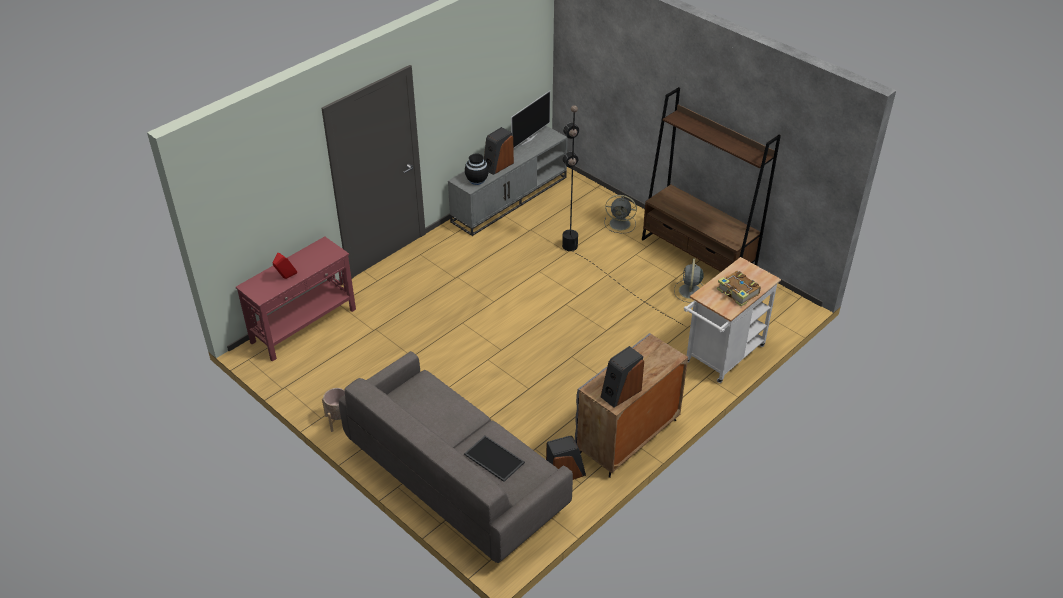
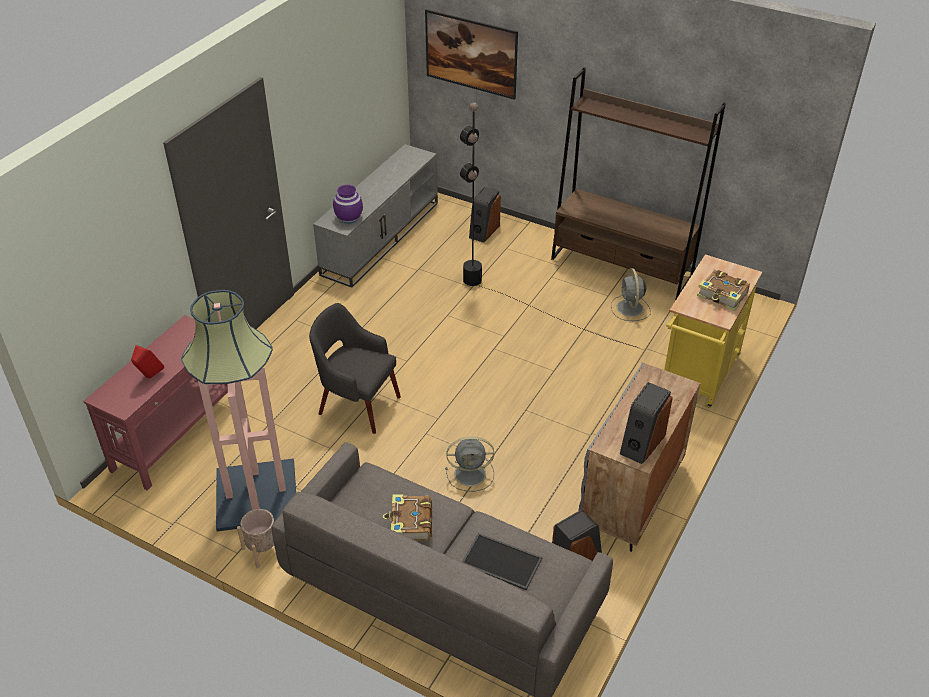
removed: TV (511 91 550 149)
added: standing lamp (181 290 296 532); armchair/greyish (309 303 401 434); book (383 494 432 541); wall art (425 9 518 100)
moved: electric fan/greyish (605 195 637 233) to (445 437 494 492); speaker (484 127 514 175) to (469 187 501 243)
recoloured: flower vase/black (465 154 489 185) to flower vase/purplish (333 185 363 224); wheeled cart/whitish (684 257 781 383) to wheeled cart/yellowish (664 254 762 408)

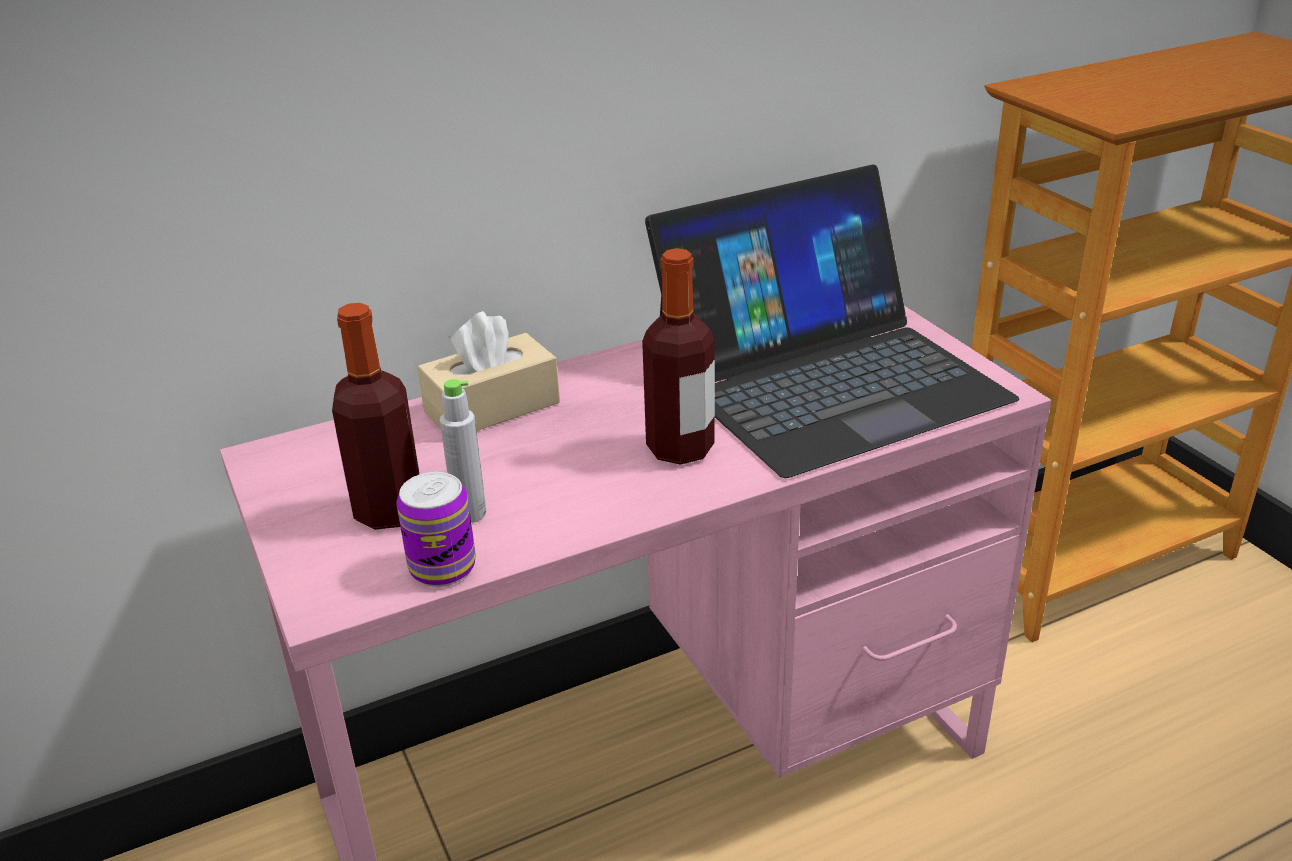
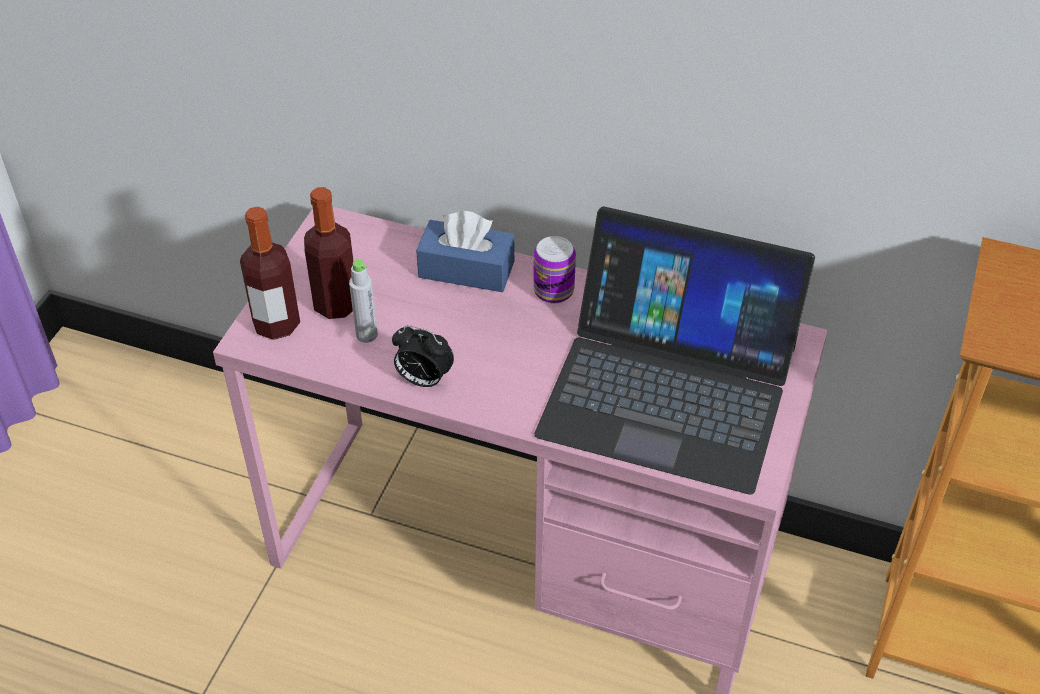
added: table clock (392 325 454 388)
moved: beverage bottle (642 248 715 465) to (240 207 300 340); can (396 472 475 587) to (533 236 576 304)
recoloured: box of tissues/sand-coloured (417 311 560 431) to box of tissues/blue-coloured (416 211 515 292)

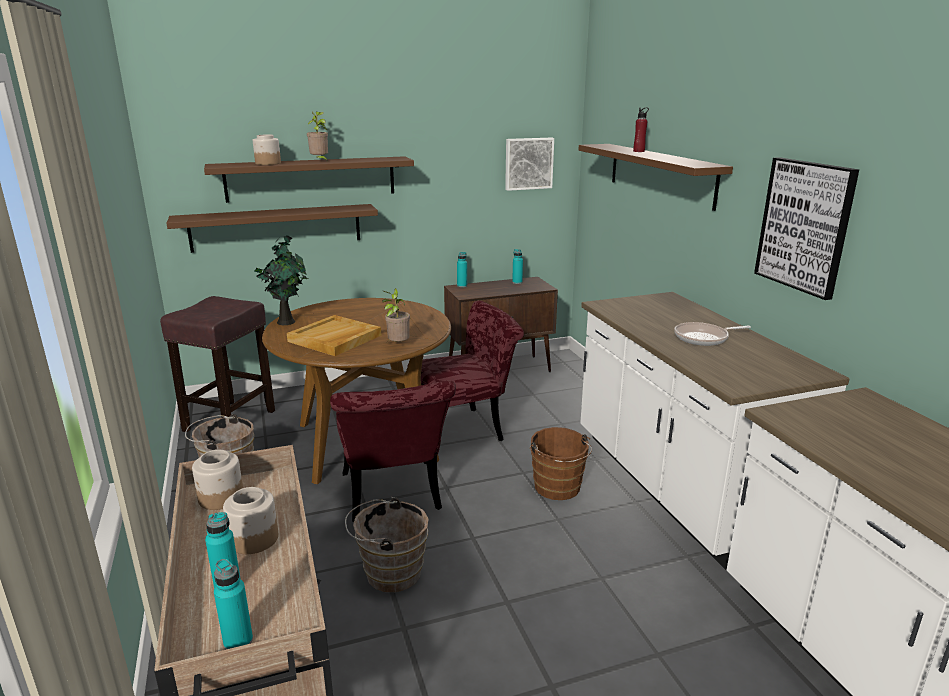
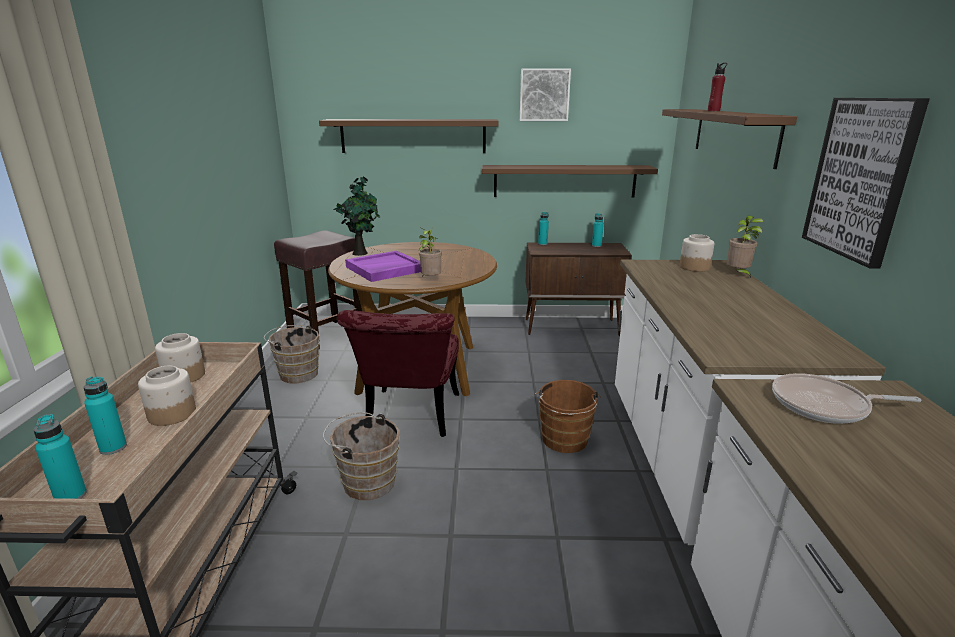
removed: chair/reddish (407 300 524 441)
moved: bracket shelf/brownish (166 204 378 253) to (482 165 658 197); wall art (505 138 554 191) to (520 68 571 121); storage jar (253 135 281 165) to (680 234 714 272); plant in a pot (307 112 328 161) to (727 215 764 278); frying pan (674 322 751 346) to (772 373 922 424)
recoloured: carrying tray/sand-coloured (287 315 382 356) to carrying tray/purplish (345 251 421 282)

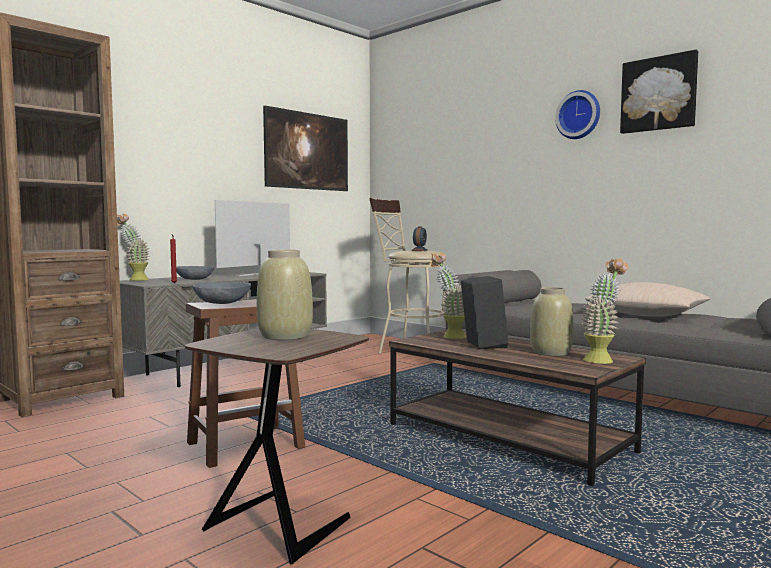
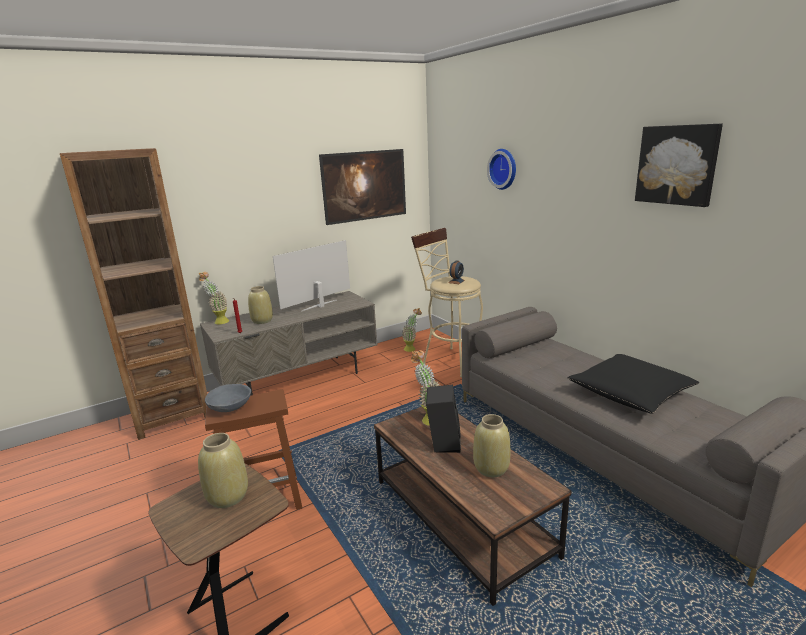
moved: plant in a pot (581 258 628 364) to (402 308 422 352); hanging clock (555 90 600 139) to (487 149 516 190)
replaced: serving bowl/greyish (176 266 214 280) to flower vase/sand-coloured (248 286 273 324)
recoloured: pillow/sand-coloured (585 282 711 317) to pillow/black (568 354 699 413)

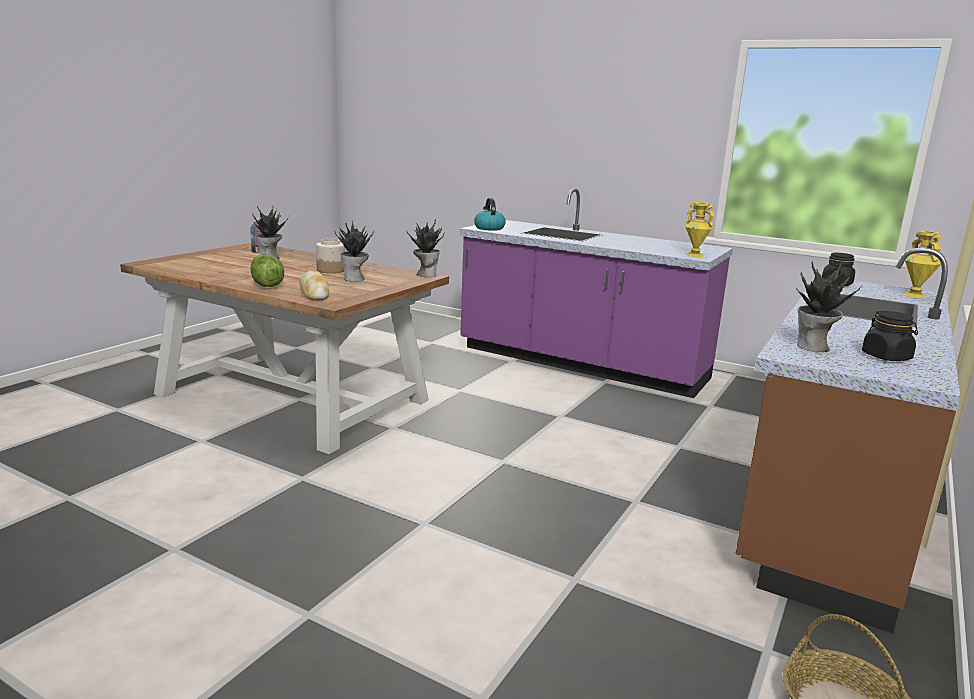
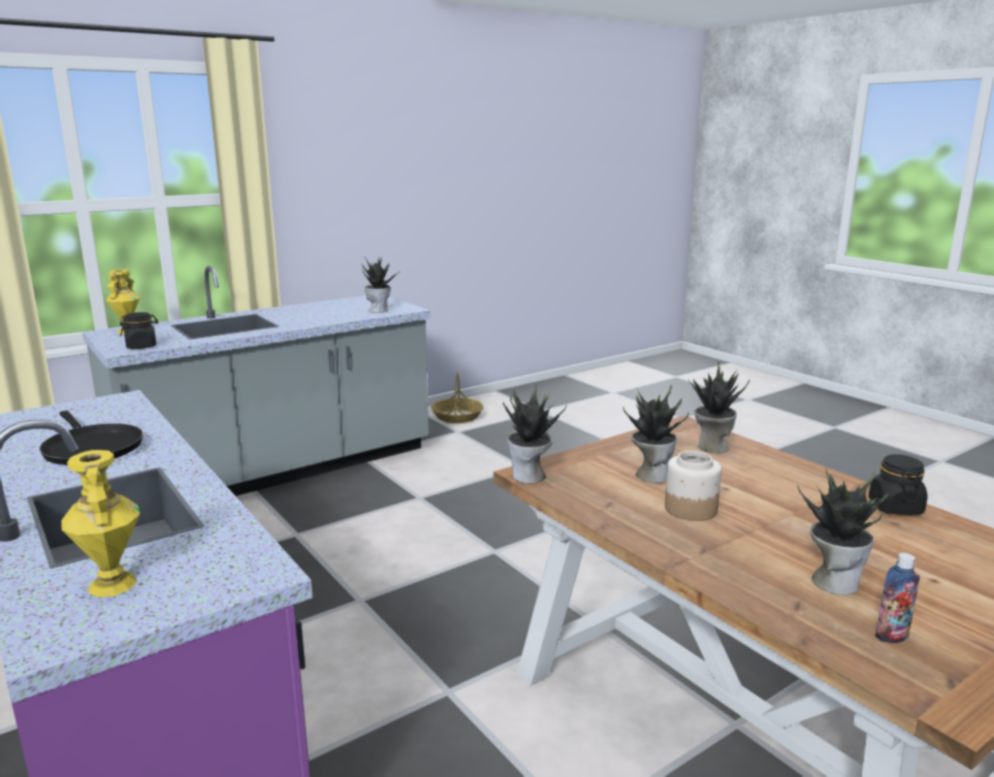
removed: lettuce (250 254 284 287); water kettle (474 198 506 231)
added: frying pan/black (39 411 143 465)
moved: flower vase/yellowish (685 202 714 257) to (61 450 140 597); storage jar/black (862 311 918 361) to (869 454 927 515)
replaced: baked bread (299 271 329 300) to plant in a pot (688 362 750 453)
recoloured: kitchen base unit/brownish (736 248 960 633) to kitchen base unit/greyish (82 266 430 496)

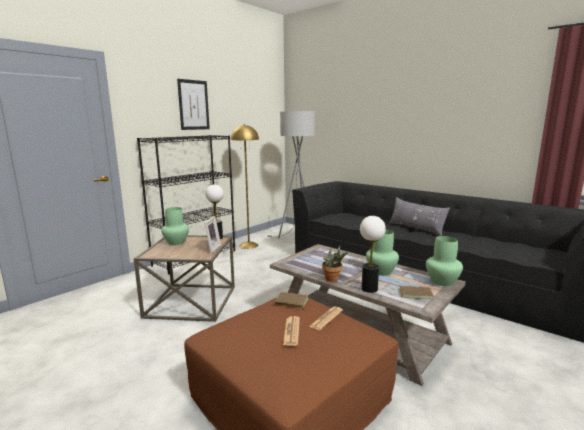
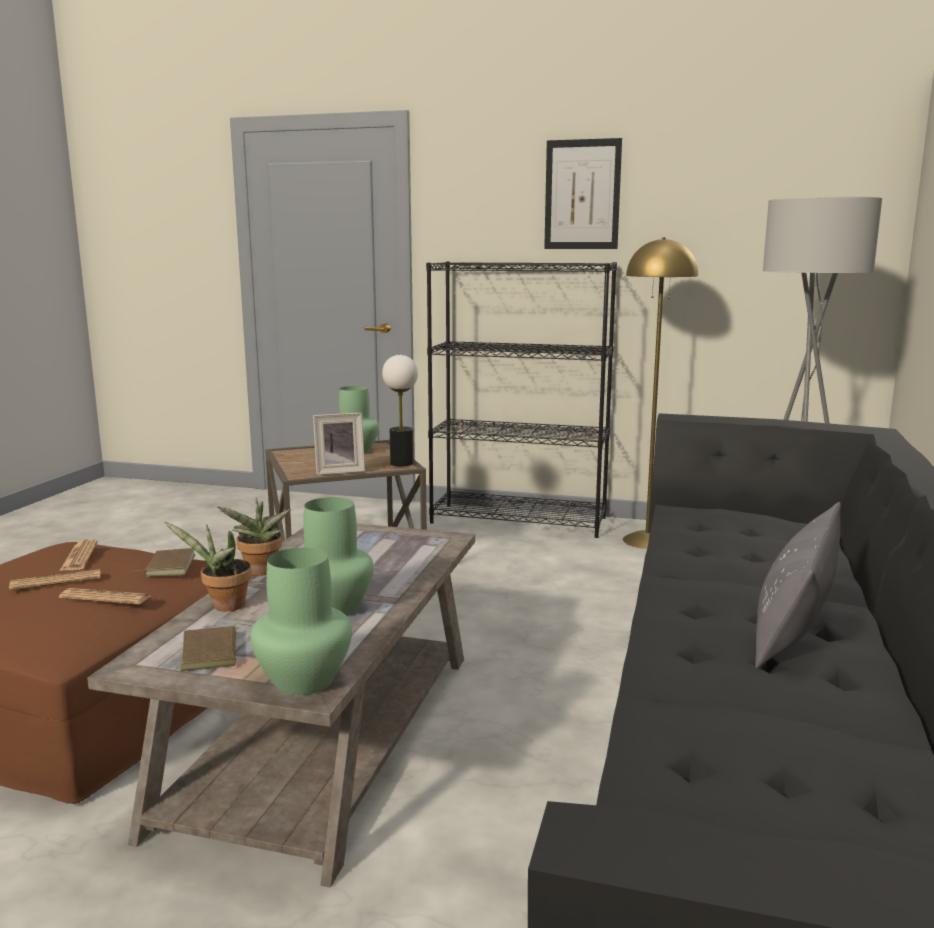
added: daily paper (60 539 98 571)
replaced: table lamp (360 216 386 293) to plant in a pot (164 521 252 612)

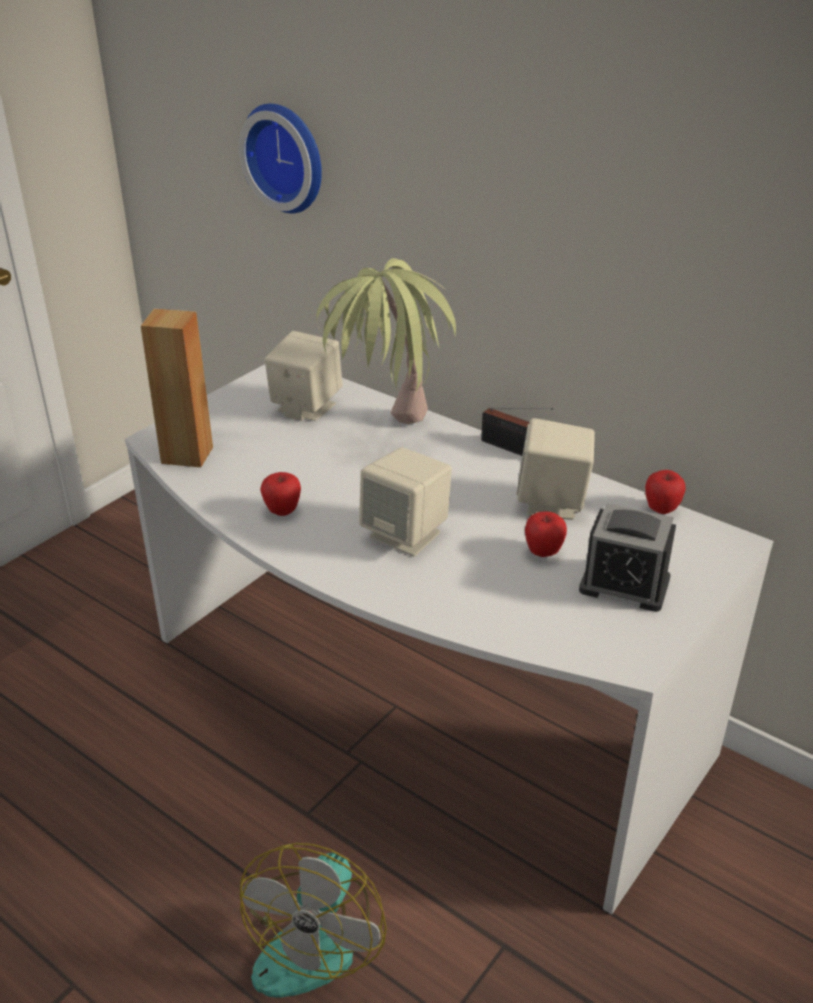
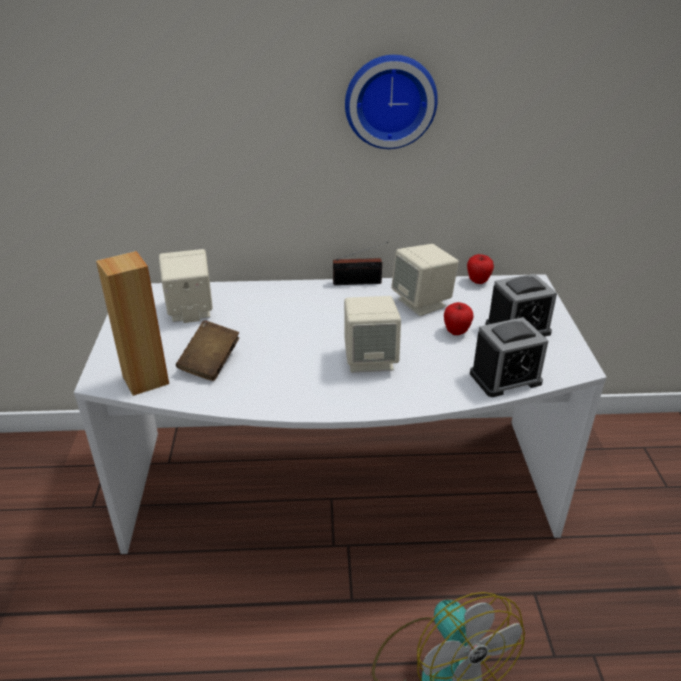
removed: apple fruit (260 472 301 516); plant in a pot (316 258 464 424)
added: book/brownish (176 320 239 381); table clock (470 317 548 397)
moved: hanging clock (239 104 322 213) to (345 55 438 149)

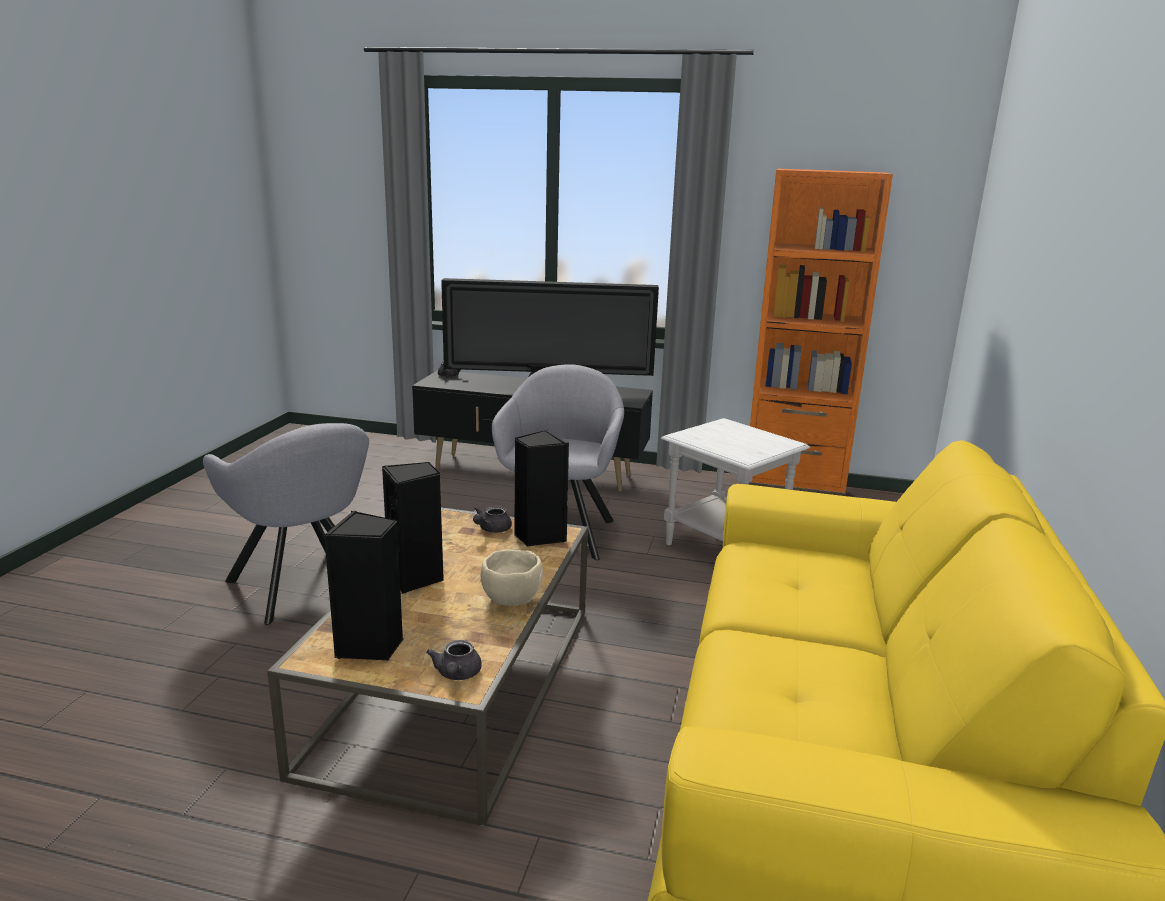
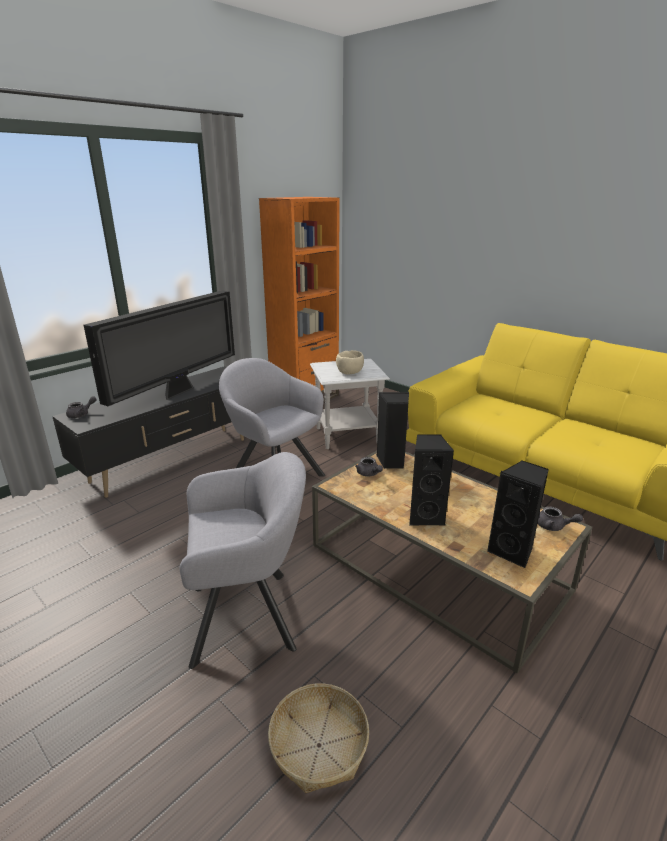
added: basket (268 683 369 793)
moved: serving bowl/sand-coloured (481 549 543 606) to (336 350 364 375)

